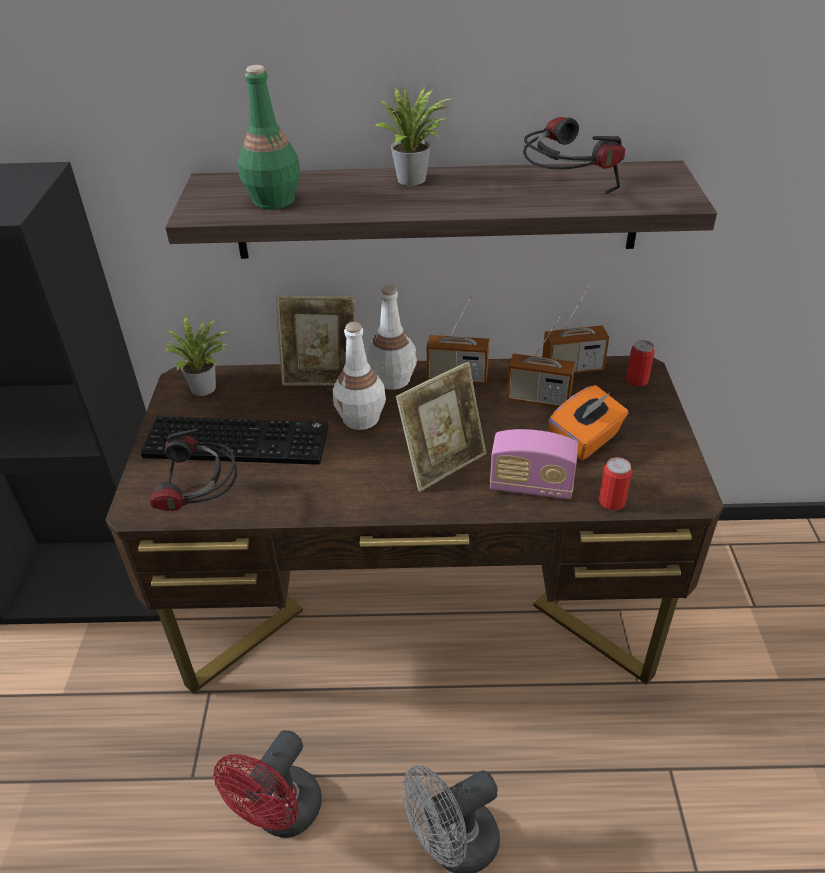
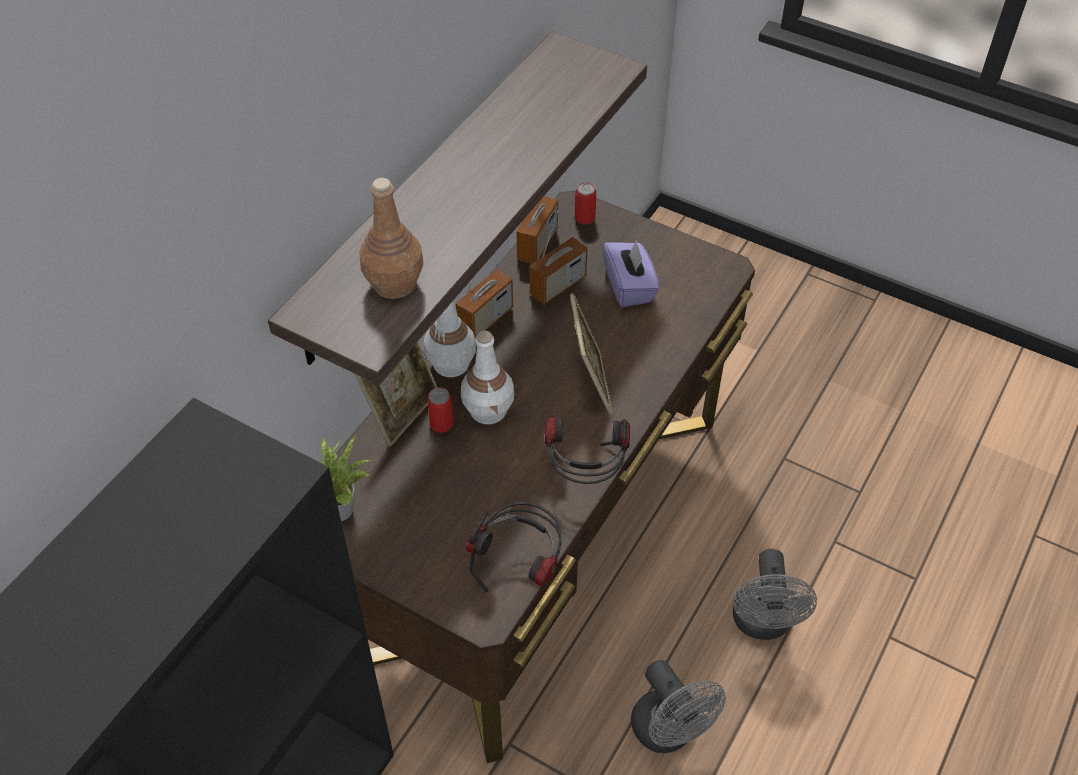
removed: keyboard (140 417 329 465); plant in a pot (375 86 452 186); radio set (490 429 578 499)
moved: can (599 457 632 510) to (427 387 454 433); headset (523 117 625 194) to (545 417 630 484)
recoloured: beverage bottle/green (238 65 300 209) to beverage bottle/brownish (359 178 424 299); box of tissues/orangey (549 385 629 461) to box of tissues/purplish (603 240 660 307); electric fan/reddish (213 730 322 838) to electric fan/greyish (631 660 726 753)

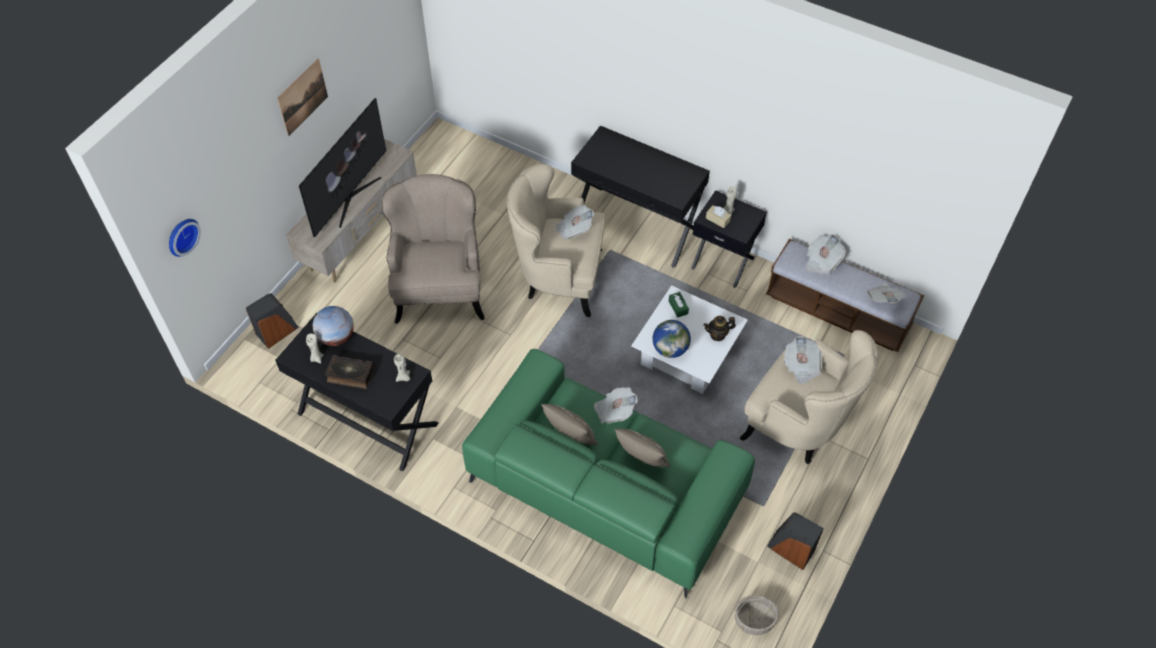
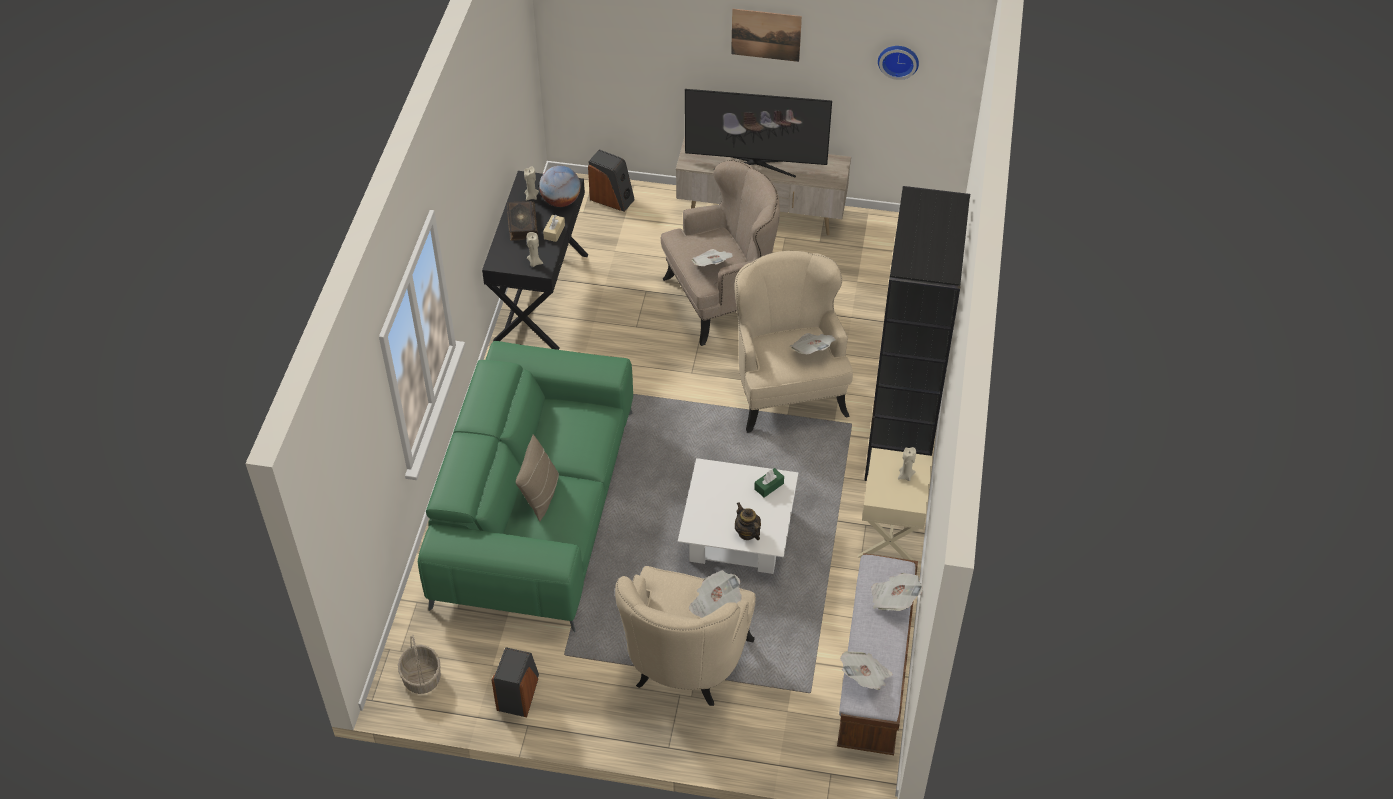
removed: pillow/sand-coloured (541 404 598 445); desk globe (653 320 691 358)
moved: box of tissues/sand-coloured (706 205 731 228) to (543 215 565 242); daily paper (594 387 638 424) to (692 249 733 266); hanging clock (169 219 201 257) to (878 46 919 80)
replaced: console table/black (571 126 710 268) to bookcase/black (864 186 970 481)
recoloured: night table/black (691 190 767 288) to night table/sand-coloured (858 448 933 561)

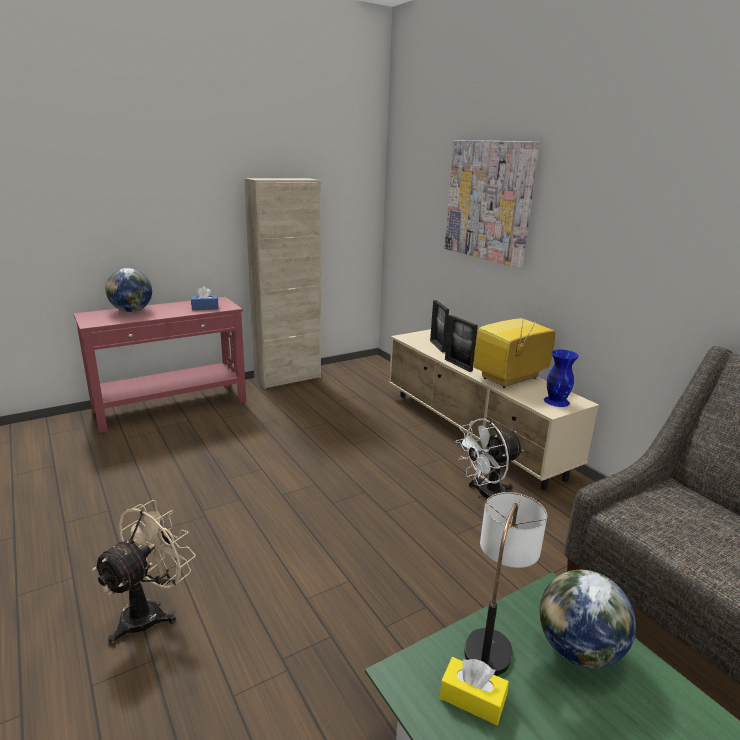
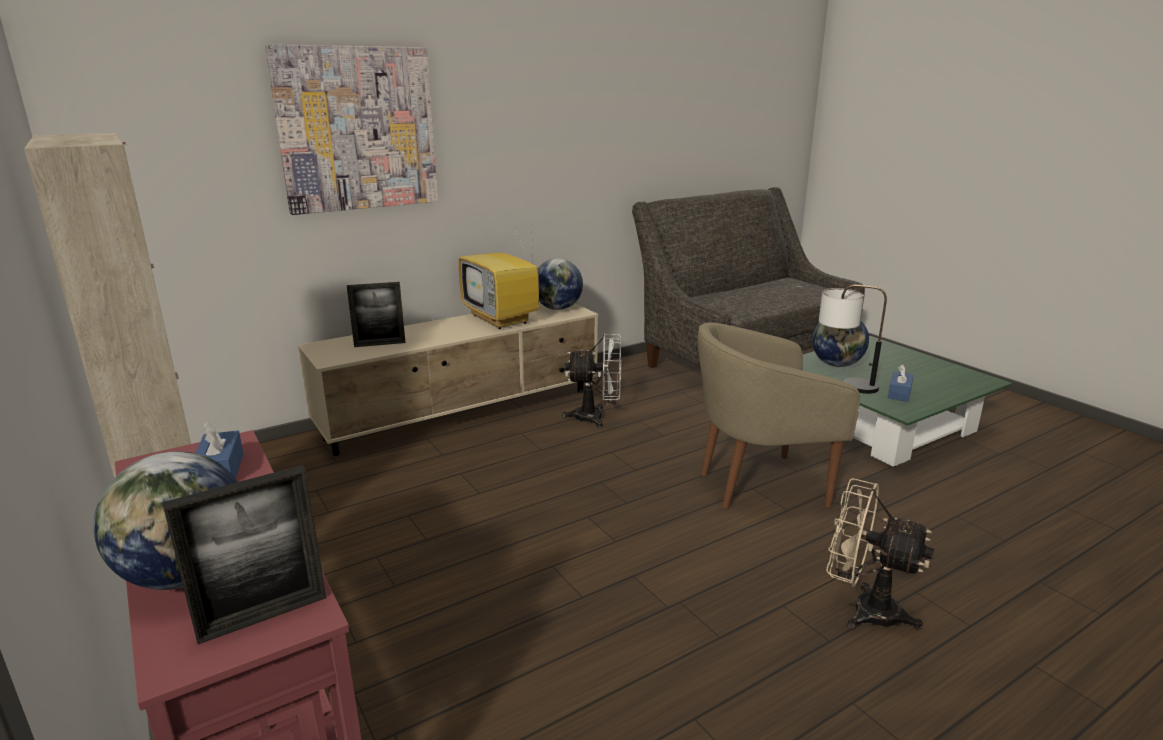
added: armchair/sand-coloured (698 322 860 509)
moved: standing frame (445 315 478 372) to (162 465 326 644)
replaced: flower vase/blue-coloured (544 350 579 407) to desk globe (538 258 583 310)
recoloured: box of tissues/yellowish (440 657 509 725) to box of tissues/blue-coloured (888 364 914 402)
turned: electric fan/whitish (455 419 524 499) = (562 333 621 428) 60 degrees counterclockwise

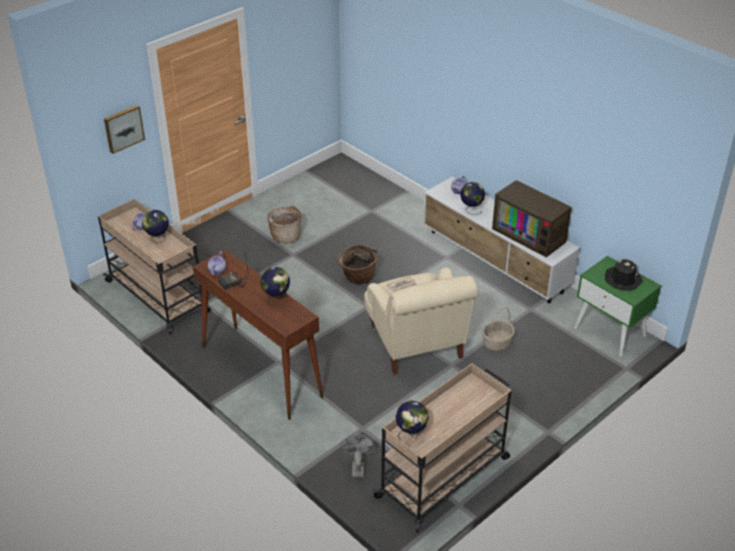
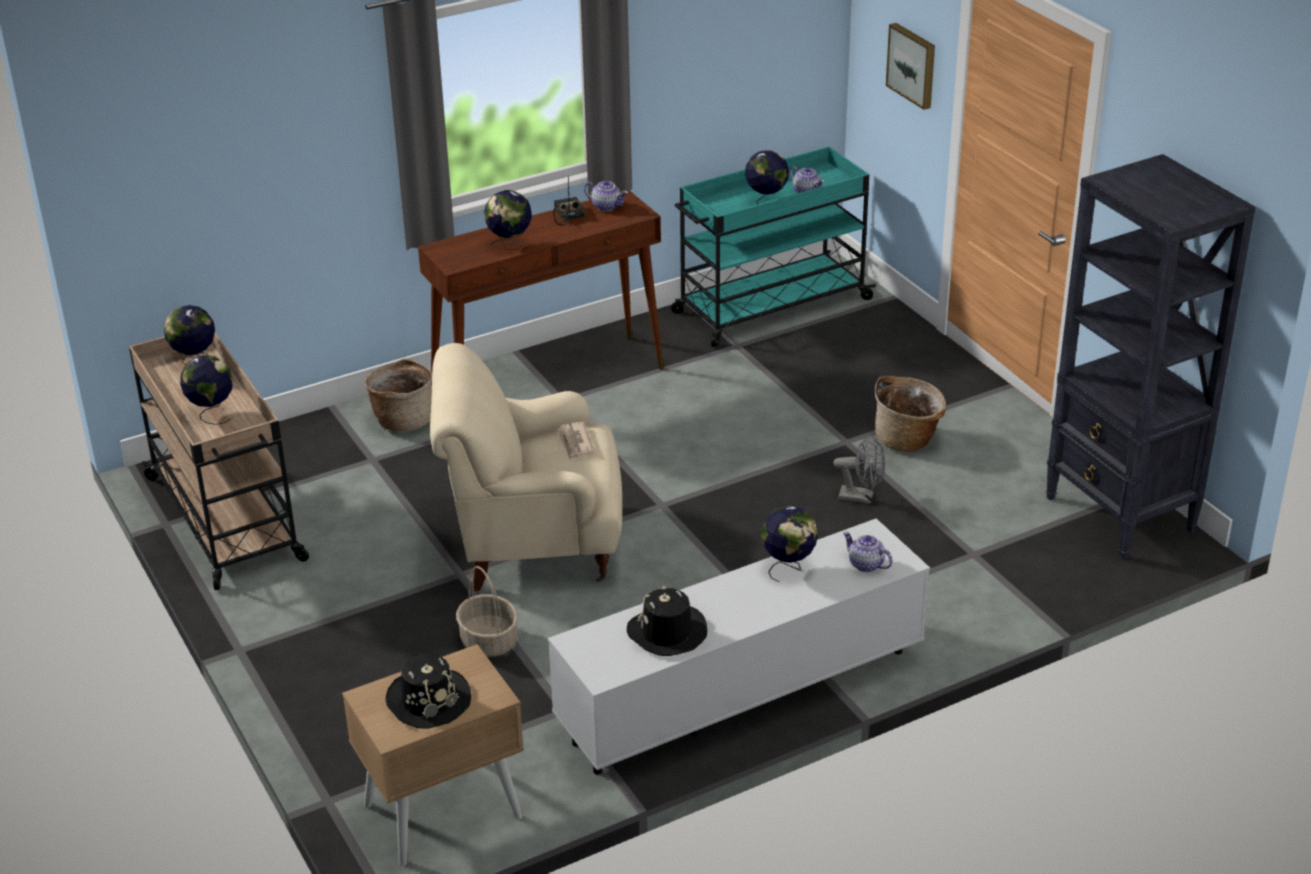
added: desk globe (180 355 233 425); bookcase/black (1046 154 1256 559)
moved: basket (338 245 379 284) to (365 358 432 431); electric fan/greyish (341 434 376 477) to (834 434 885 504)
replaced: TV (492 180 572 257) to hat/black (627 586 707 656)
recoloured: night table/green (574 256 661 357) to night table/sand-coloured (342 644 524 866); wheeled cart/sand-coloured (98 199 211 334) to wheeled cart/turquoise-coloured (671 147 876 347)

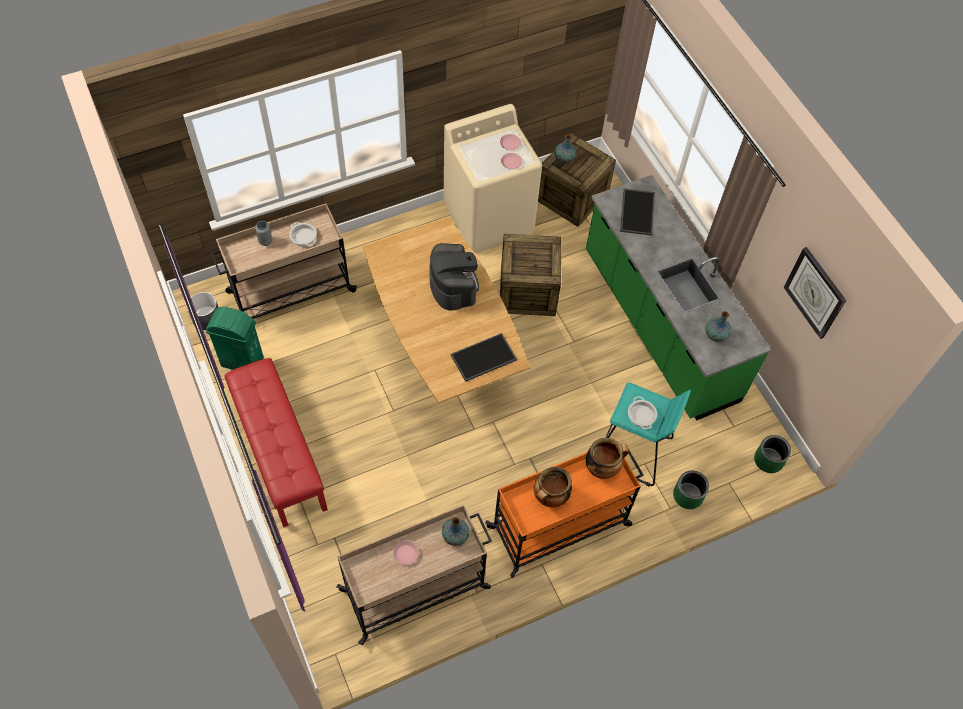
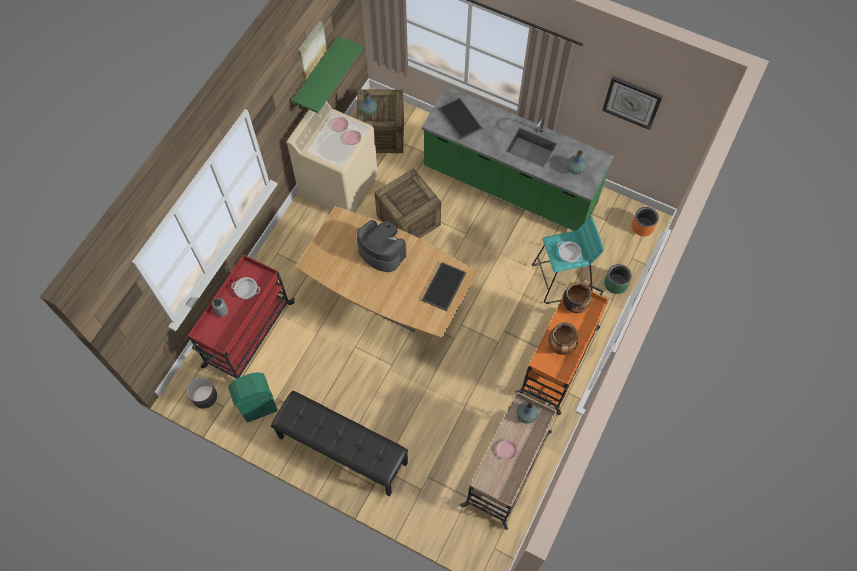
added: bracket shelf/green (292 36 363 113); wall art (297 21 327 79)
recoloured: wheeled cart/sand-coloured (211 203 357 319) to wheeled cart/reddish (188 254 295 379); bench/reddish (224 358 328 527) to bench/black (271 391 408 496); planter/green (754 435 791 473) to planter/orangey (631 207 659 236)

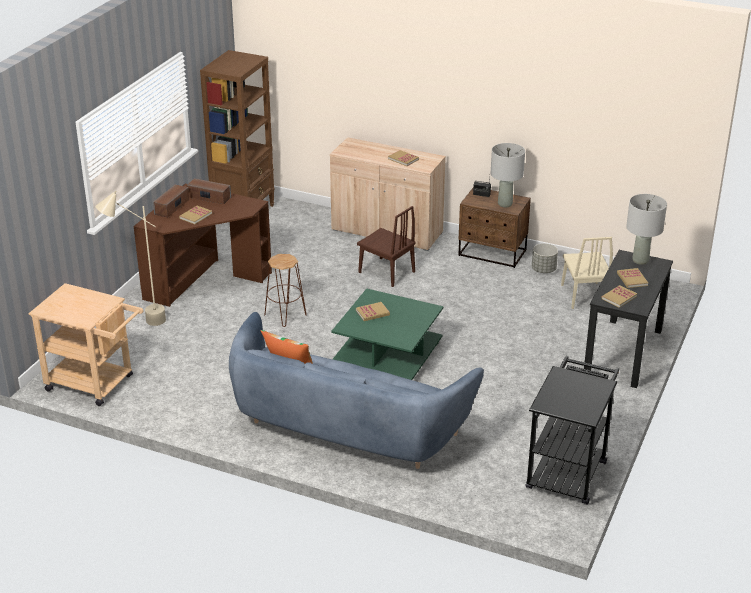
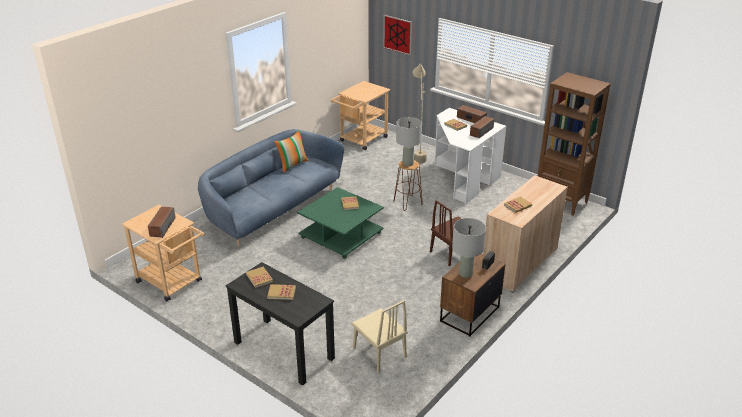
removed: planter/greyish (532 243 558 273)
added: speaker (148 207 176 238); wall art (383 15 412 55)
moved: table lamp/greyish (626 194 667 265) to (396 117 422 166)
recoloured: wheeled cart/black (525 356 619 505) to wheeled cart/sand-coloured (122 204 204 301); desk/brownish (134 184 272 307) to desk/whitish (434 108 506 204)
turned: chair/sand-coloured (561 237 613 309) = (351 300 408 373) 135 degrees counterclockwise

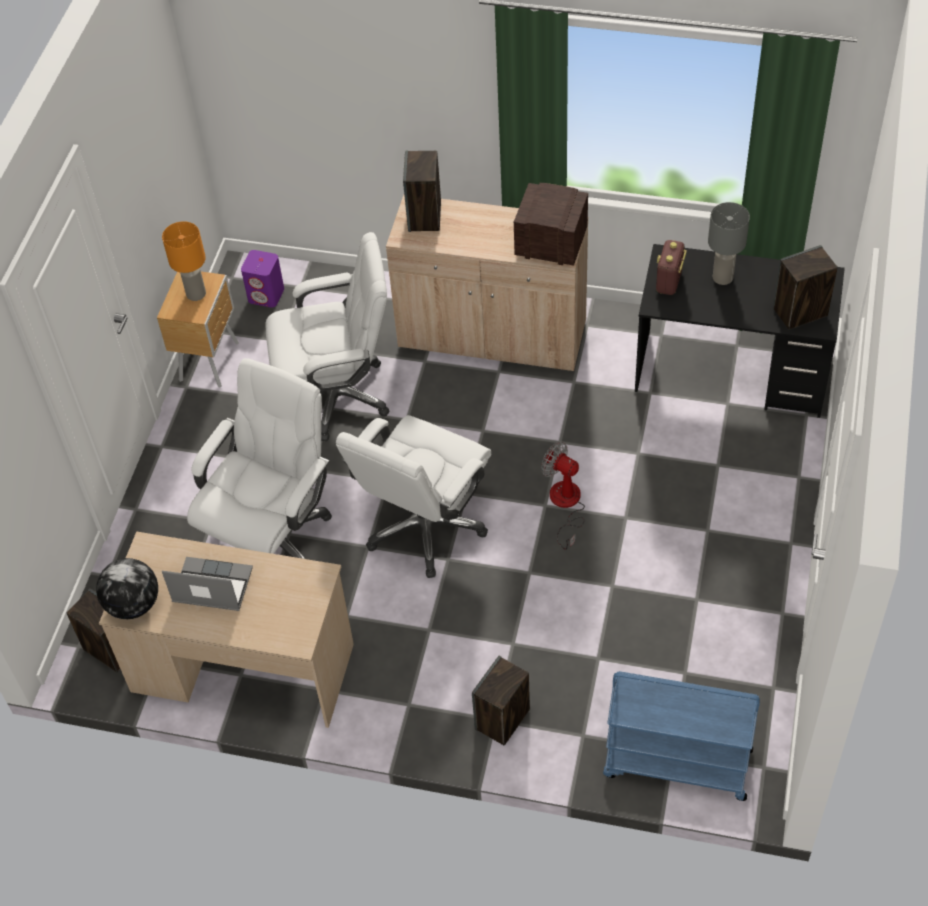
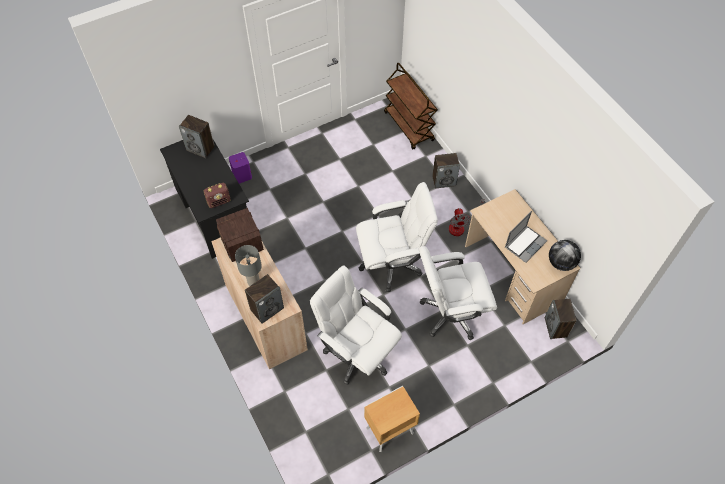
removed: table lamp/orangey (162 221 206 301)
moved: speaker/purplish (241 250 284 308) to (229 152 252 184); table lamp/greyish (708 202 750 285) to (235 245 262 286); electric fan (541 441 585 550) to (449 199 484 236)
recoloured: wheeled cart/blue-coloured (603 671 760 801) to wheeled cart/brownish (384 63 437 150)
turned: laptop (162 557 253 611) = (505 211 547 263) 105 degrees counterclockwise

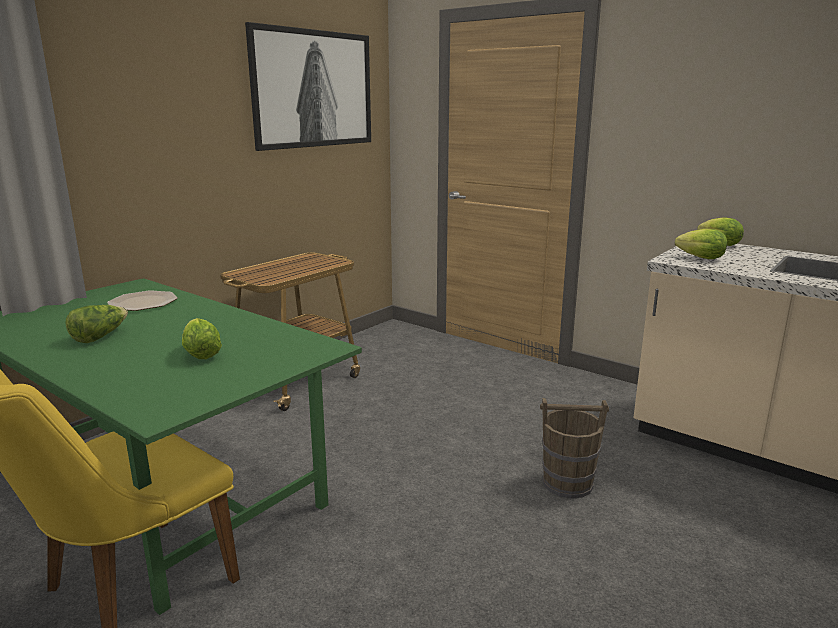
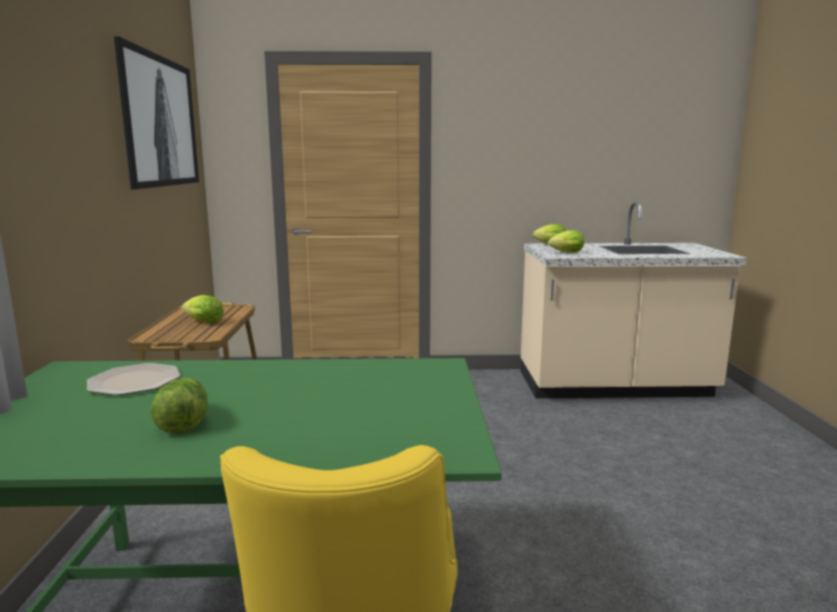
removed: bucket/brownish (540 398 609 499)
moved: lettuce (182 318 222 359) to (182 295 224 323)

